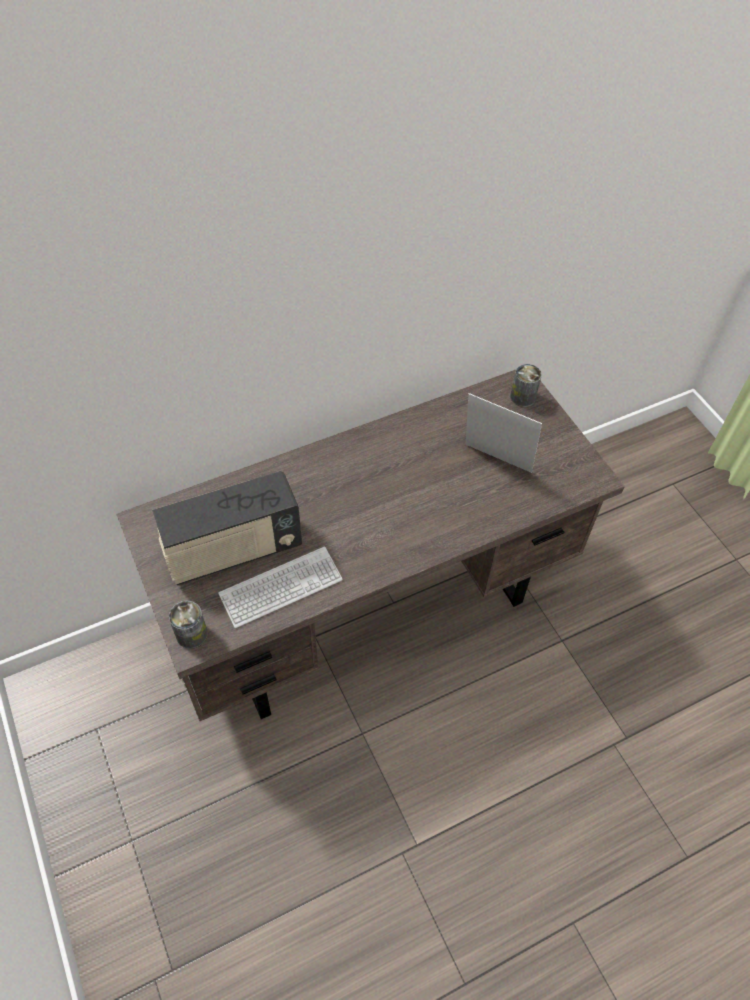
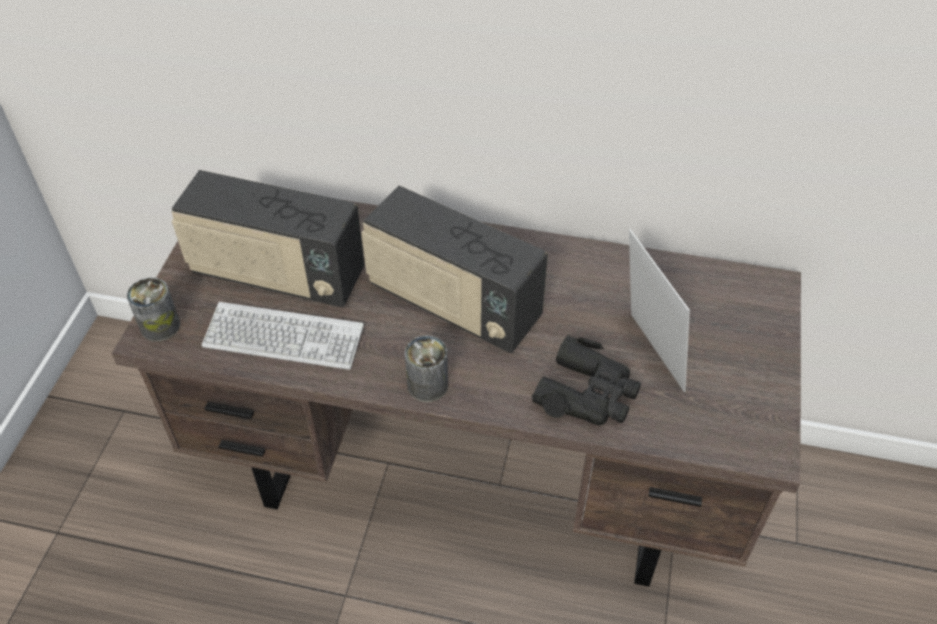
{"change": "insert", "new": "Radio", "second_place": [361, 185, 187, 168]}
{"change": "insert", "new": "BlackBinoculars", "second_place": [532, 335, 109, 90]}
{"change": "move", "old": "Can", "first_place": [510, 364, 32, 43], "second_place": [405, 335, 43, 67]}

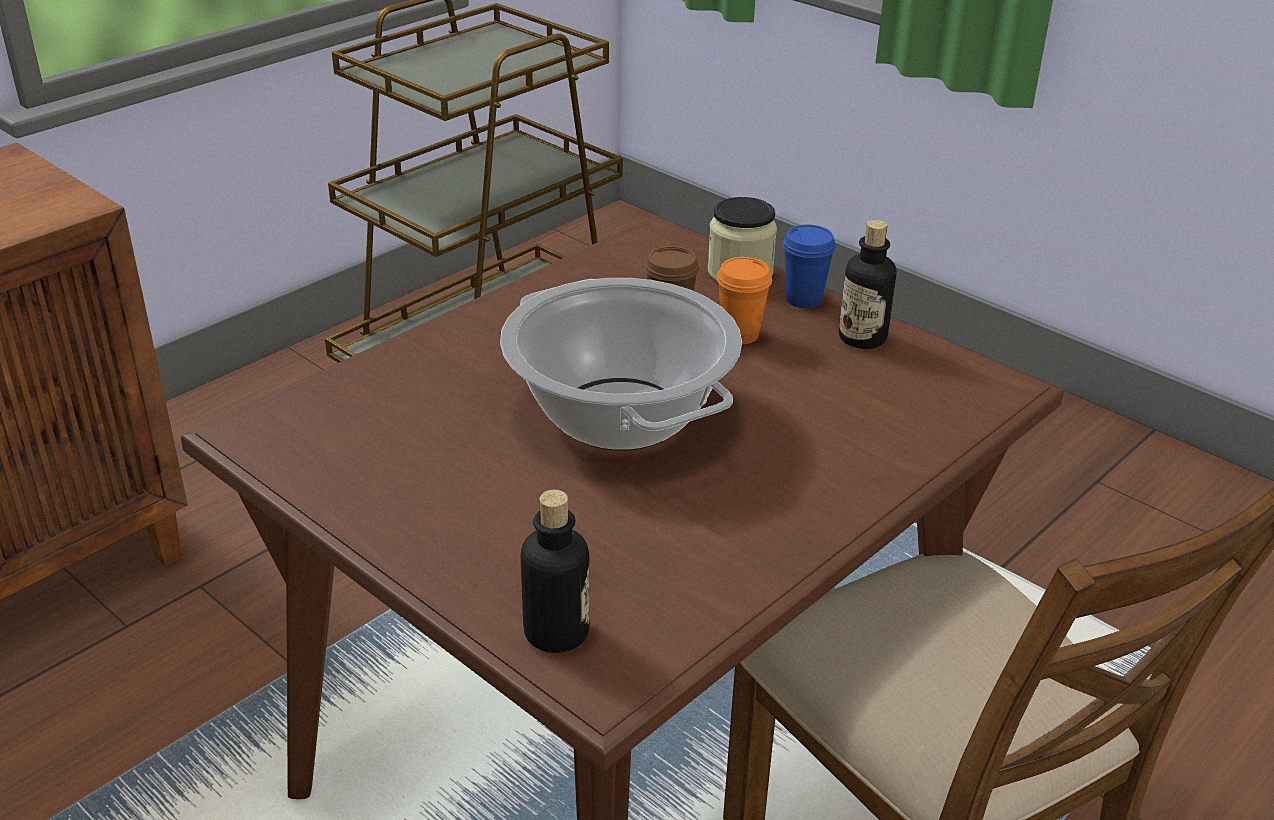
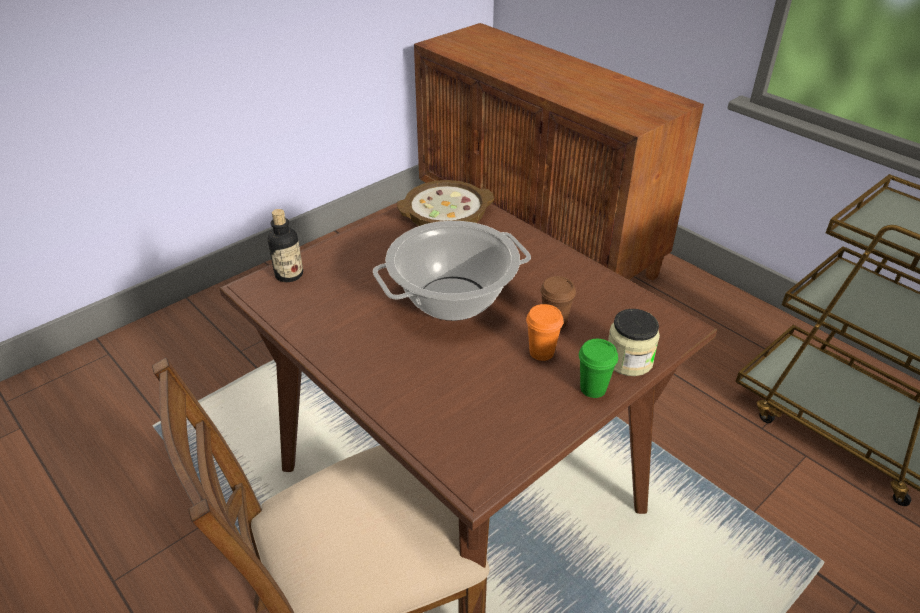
{"change": "delete", "old": "Bottle", "first_place": [839, 220, 57, 129]}
{"change": "insert", "new": "Bowl", "second_place": [397, 180, 97, 46]}
{"change": "recolor", "old": "BlueCup", "new": "GreenCup", "first_place": [783, 225, 53, 83], "second_place": [579, 339, 39, 59]}

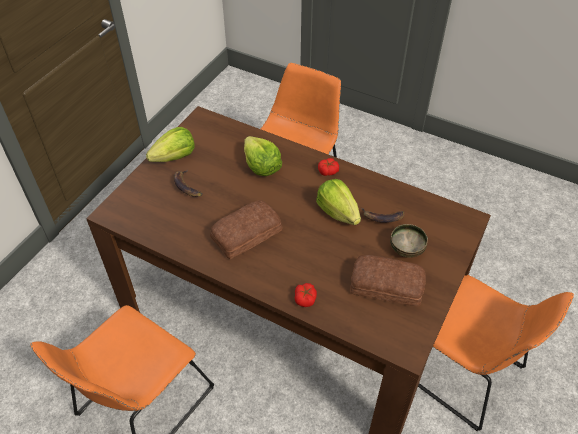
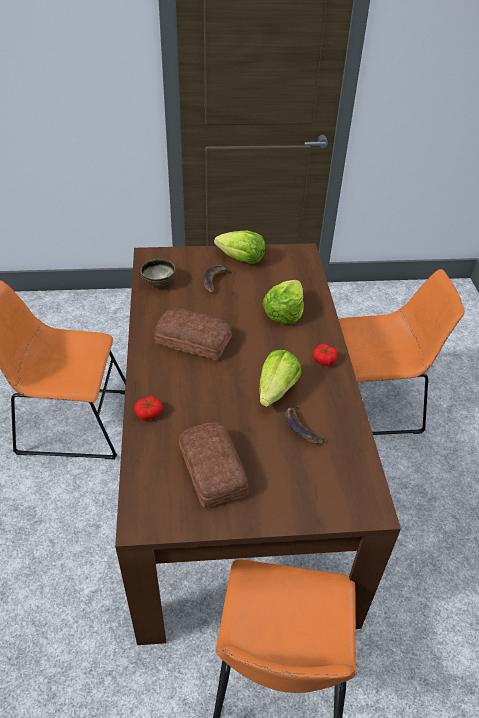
{"change": "move", "old": "Bowl", "first_place": [390, 224, 38, 34], "second_place": [141, 259, 35, 27]}

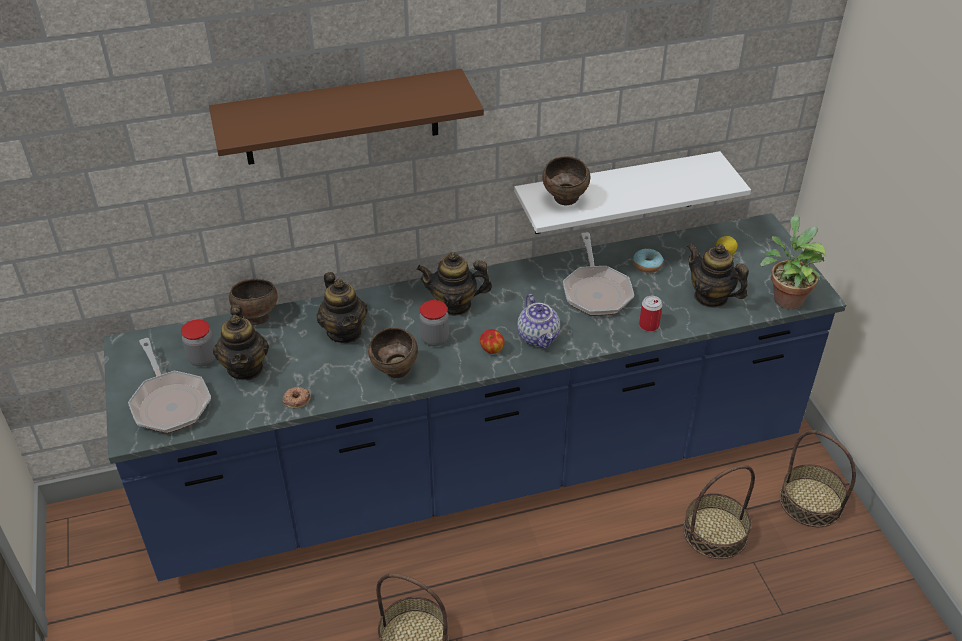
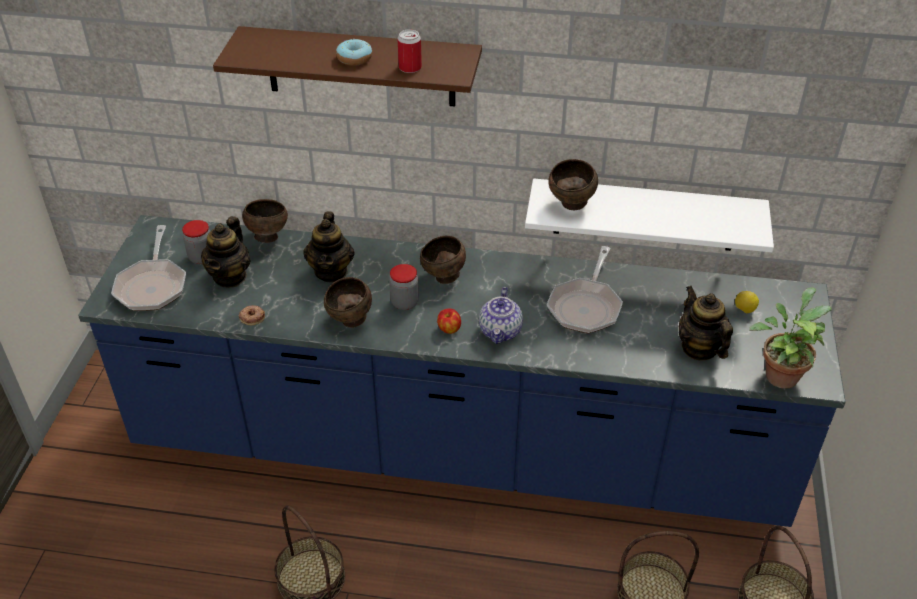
{"change": "move", "old": "Donut", "first_place": [633, 249, 30, 24], "second_place": [336, 38, 36, 28]}
{"change": "move", "old": "Can", "first_place": [639, 296, 23, 36], "second_place": [398, 29, 24, 44]}
{"change": "replace", "old": "Teapot", "new": "BrownBowl", "first_place": [417, 252, 75, 64], "second_place": [420, 236, 46, 48]}

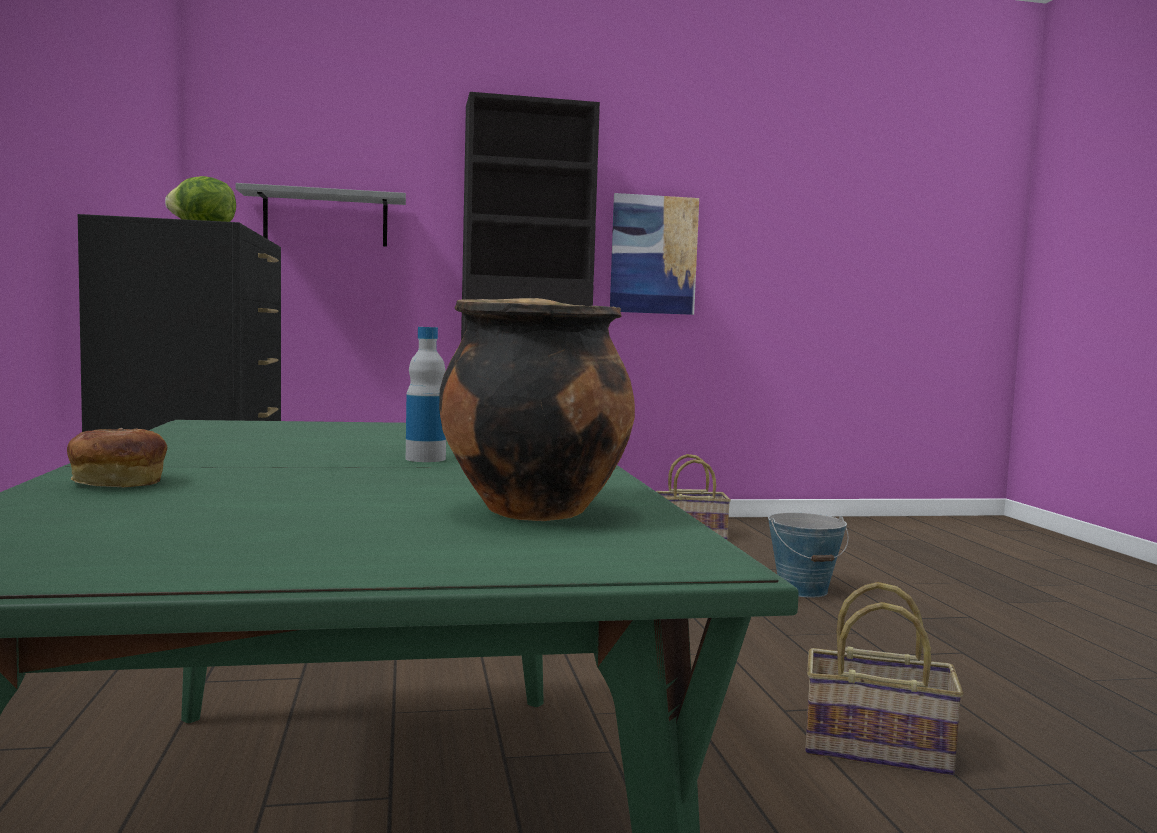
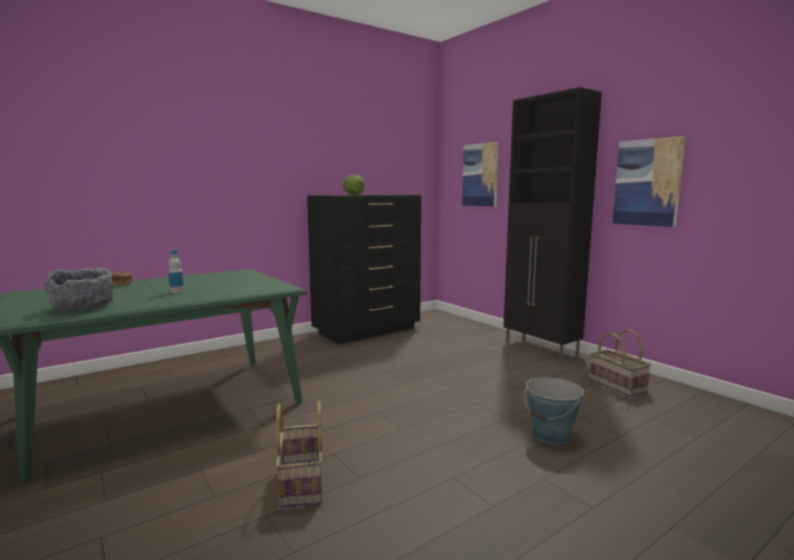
{"change": "replace", "old": "GreyShelf", "new": "Picture", "first_place": [235, 183, 171, 64], "second_place": [462, 142, 37, 65]}
{"change": "replace", "old": "CookingPot", "new": "GreyBowl", "first_place": [439, 298, 196, 223], "second_place": [45, 268, 68, 42]}

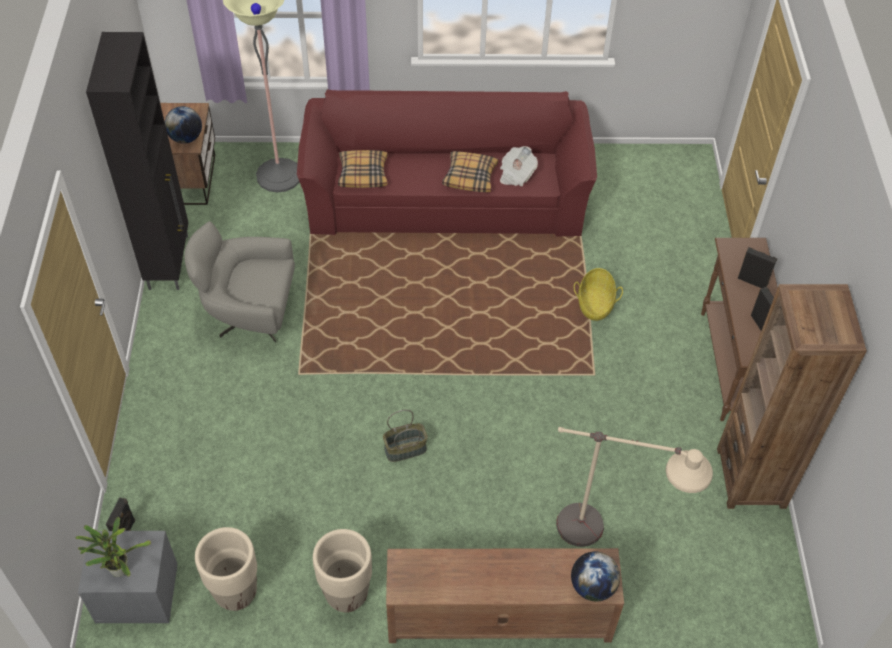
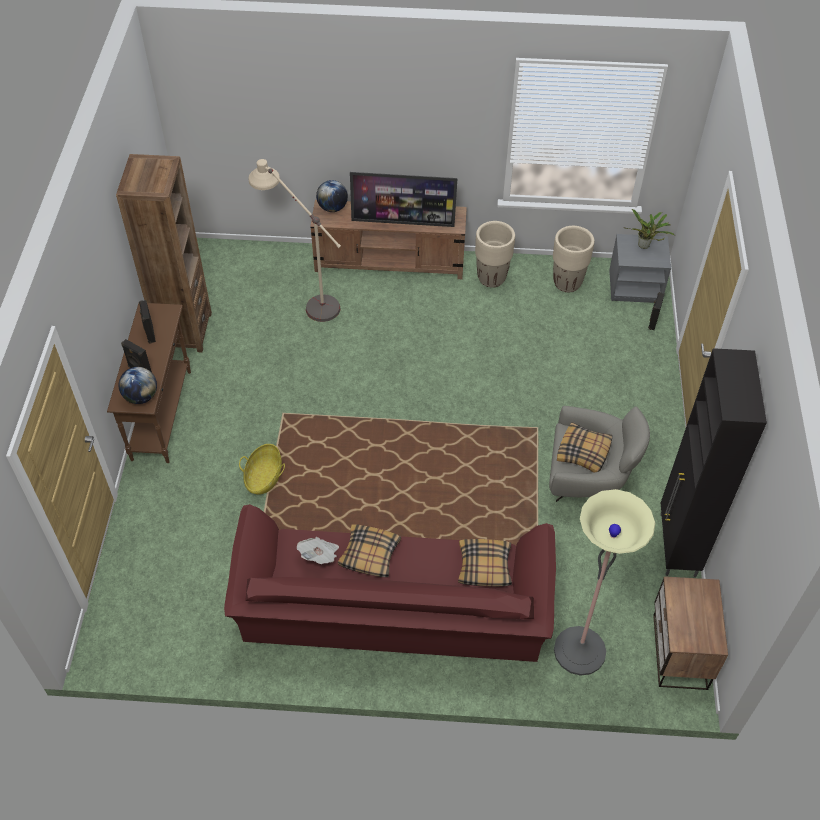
{"change": "delete", "old": "Basket", "first_place": [383, 410, 45, 52]}
{"change": "insert", "new": "Television", "second_place": [350, 172, 108, 55]}
{"change": "insert", "new": "Pillow", "second_place": [557, 422, 55, 51]}
{"change": "move", "old": "Globe", "first_place": [165, 106, 37, 38], "second_place": [119, 367, 38, 37]}

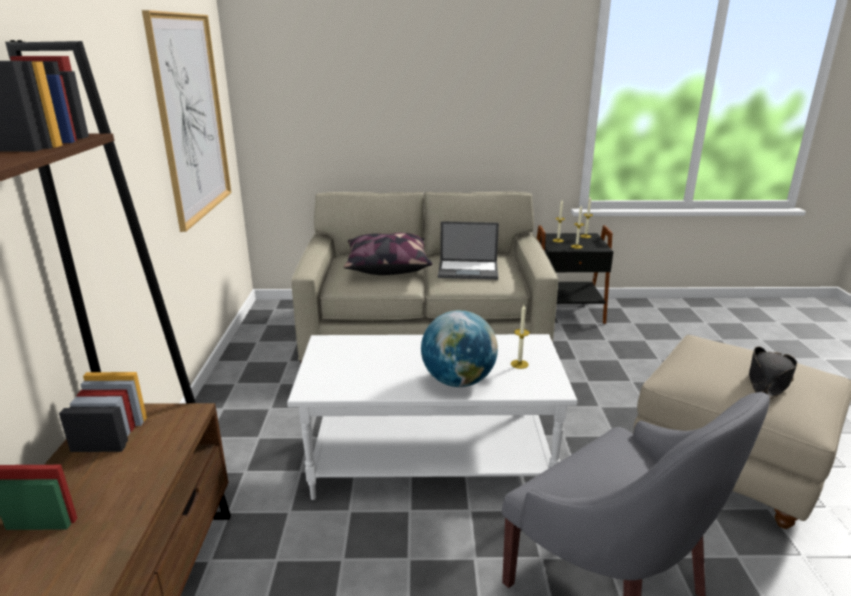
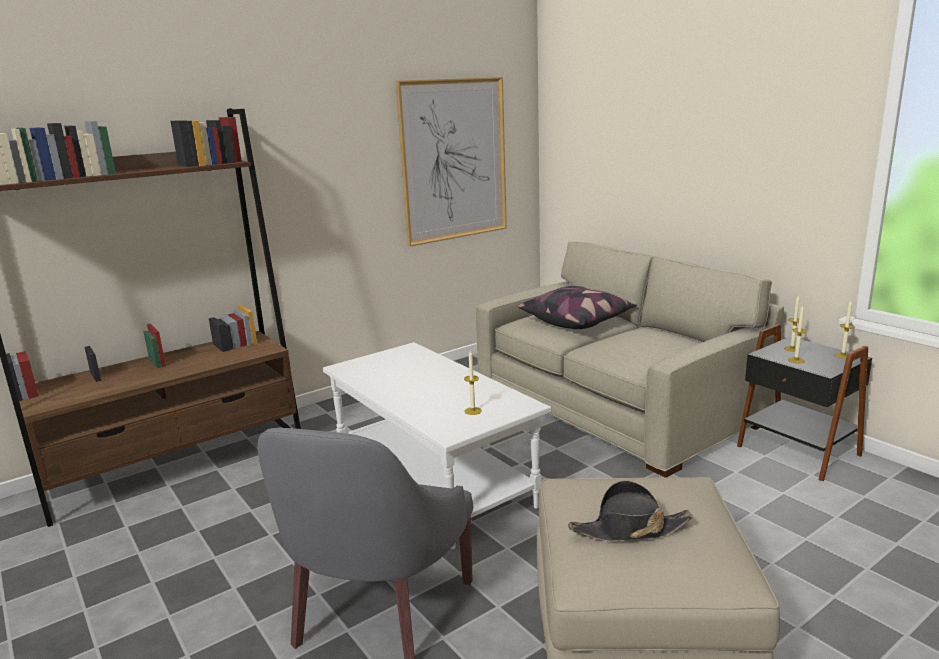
{"change": "delete", "old": "Globe", "first_place": [421, 310, 77, 77]}
{"change": "delete", "old": "Laptop", "first_place": [438, 221, 61, 59]}

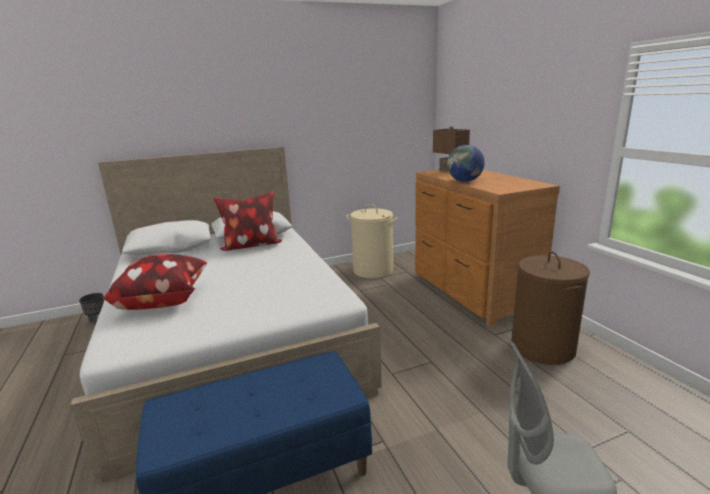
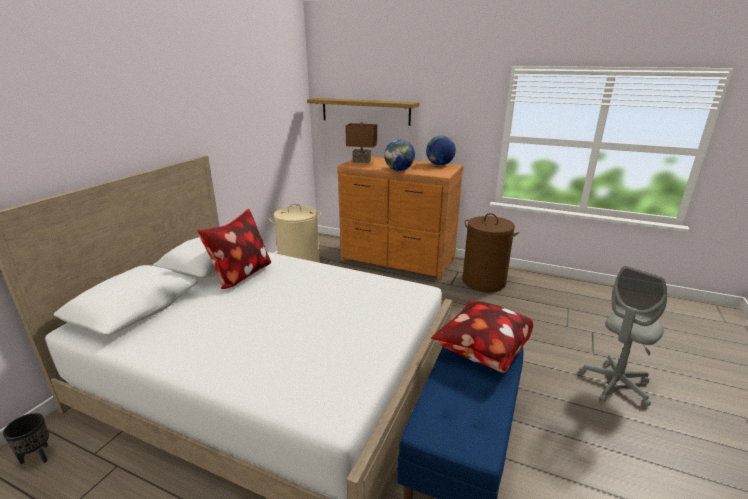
{"change": "insert", "new": "Shelf", "second_place": [307, 98, 112, 28]}
{"change": "insert", "new": "Globe", "second_place": [426, 136, 30, 29]}
{"change": "move", "old": "Pillow", "first_place": [102, 254, 105, 56], "second_place": [431, 301, 102, 72]}

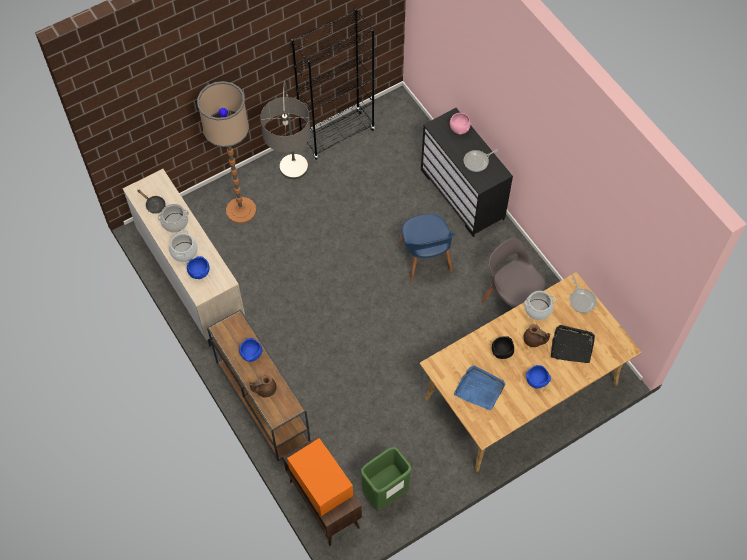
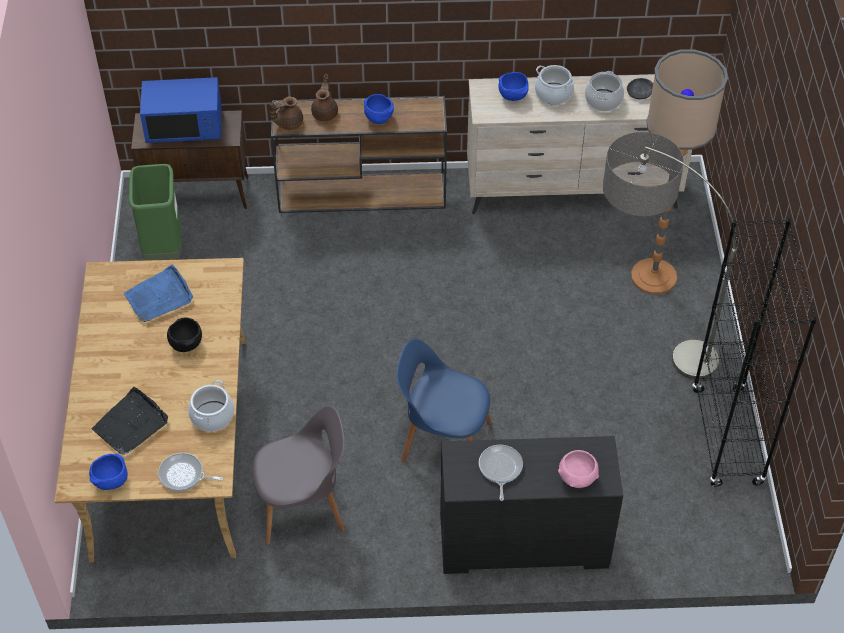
{"change": "move", "old": "BrownTeapot", "first_place": [523, 324, 27, 23], "second_place": [269, 96, 34, 34]}
{"change": "move", "old": "BlueBowl", "first_place": [526, 365, 25, 24], "second_place": [89, 454, 39, 36]}
{"change": "recolor", "old": "OrangeMicrowave", "new": "BlueMicrowave", "first_place": [287, 438, 66, 79], "second_place": [140, 77, 82, 66]}

